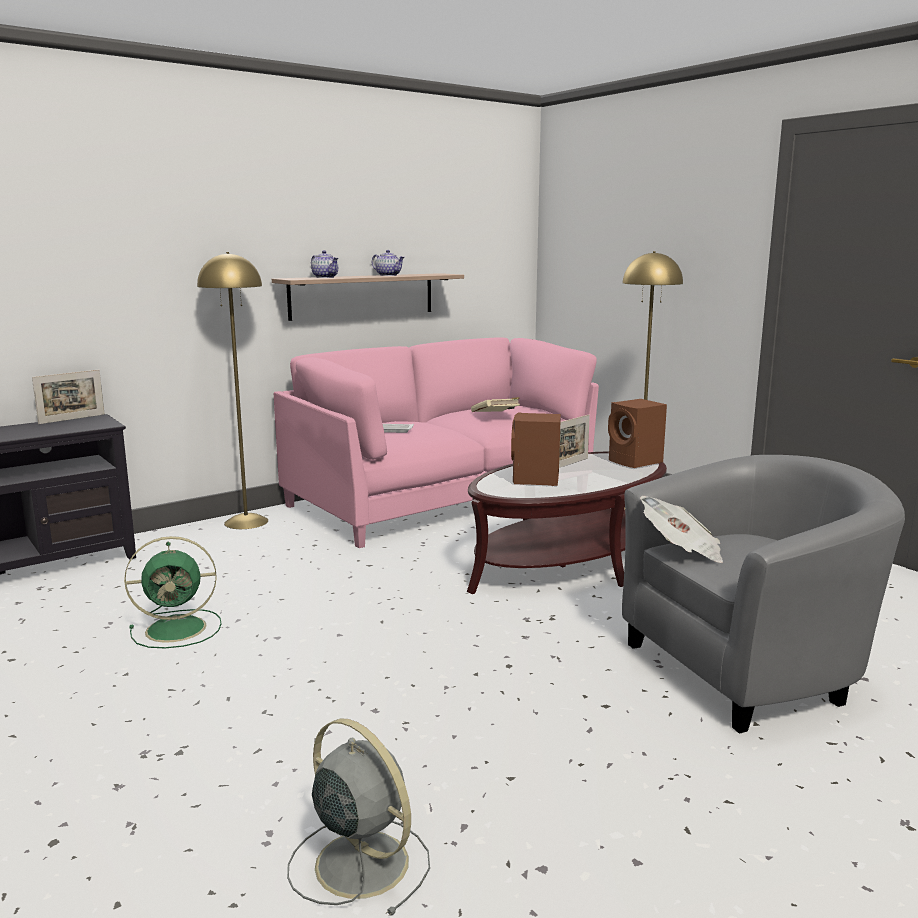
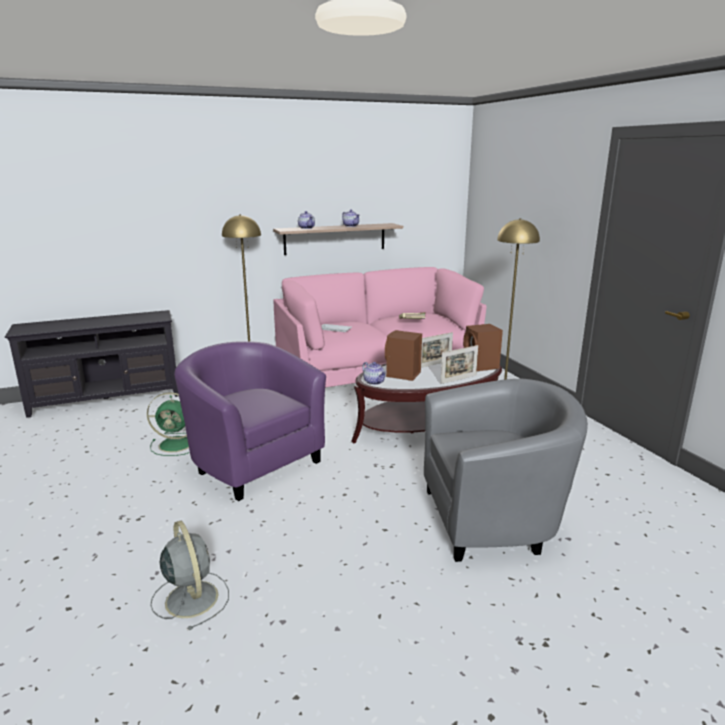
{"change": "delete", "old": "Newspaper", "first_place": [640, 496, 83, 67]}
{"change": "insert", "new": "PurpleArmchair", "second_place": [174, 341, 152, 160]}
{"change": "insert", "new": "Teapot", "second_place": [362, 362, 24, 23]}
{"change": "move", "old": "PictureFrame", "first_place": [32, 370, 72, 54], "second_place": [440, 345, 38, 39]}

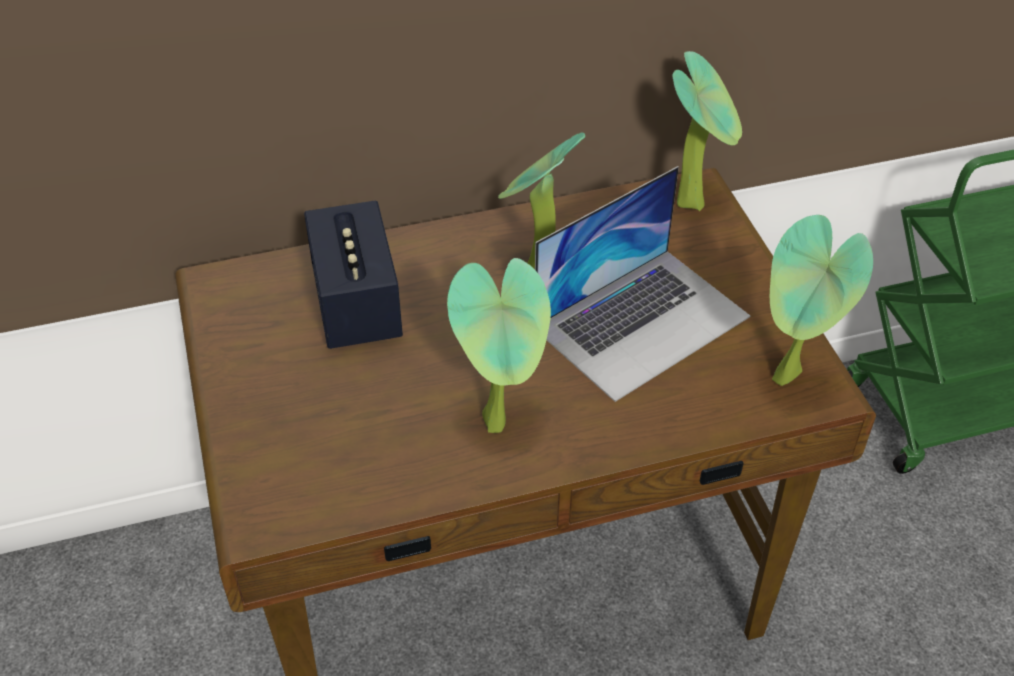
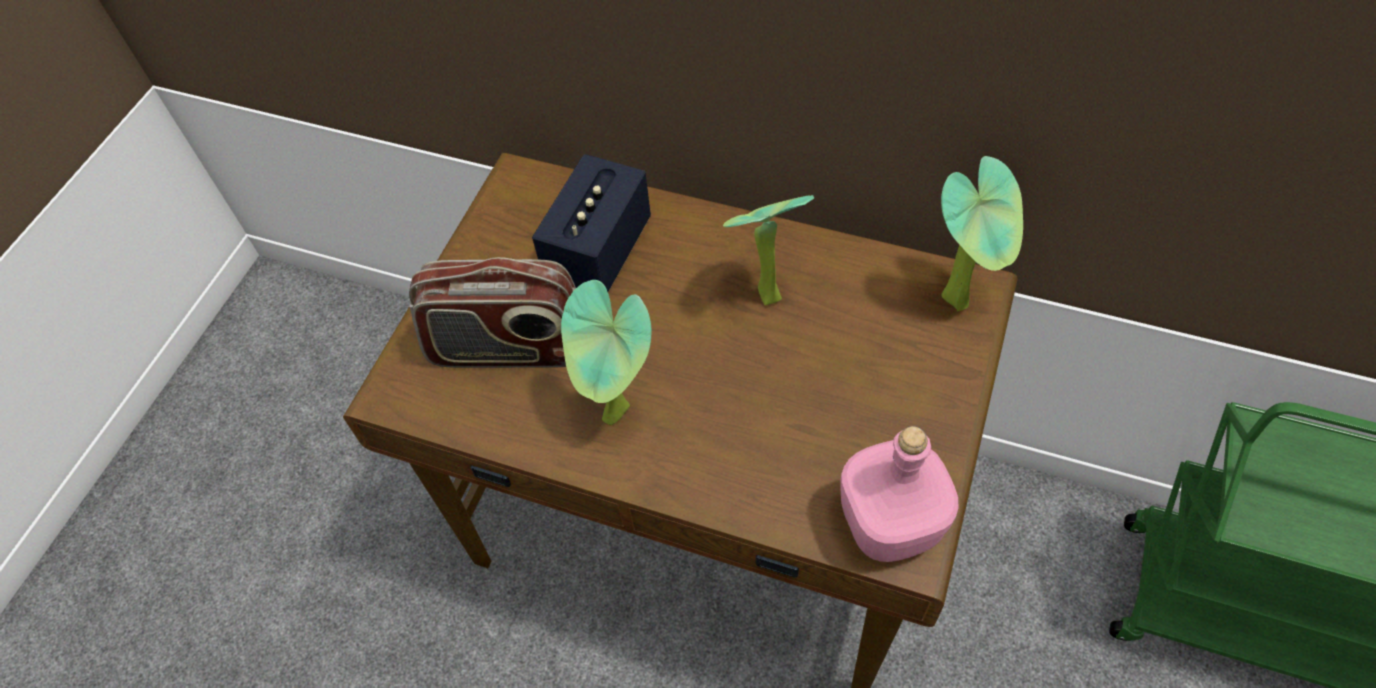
{"change": "delete", "old": "Laptop", "first_place": [535, 166, 215, 236]}
{"change": "insert", "new": "Radio", "second_place": [409, 257, 167, 111]}
{"change": "replace", "old": "PottedPlant", "new": "PinkBottle", "first_place": [770, 215, 103, 171], "second_place": [840, 426, 119, 136]}

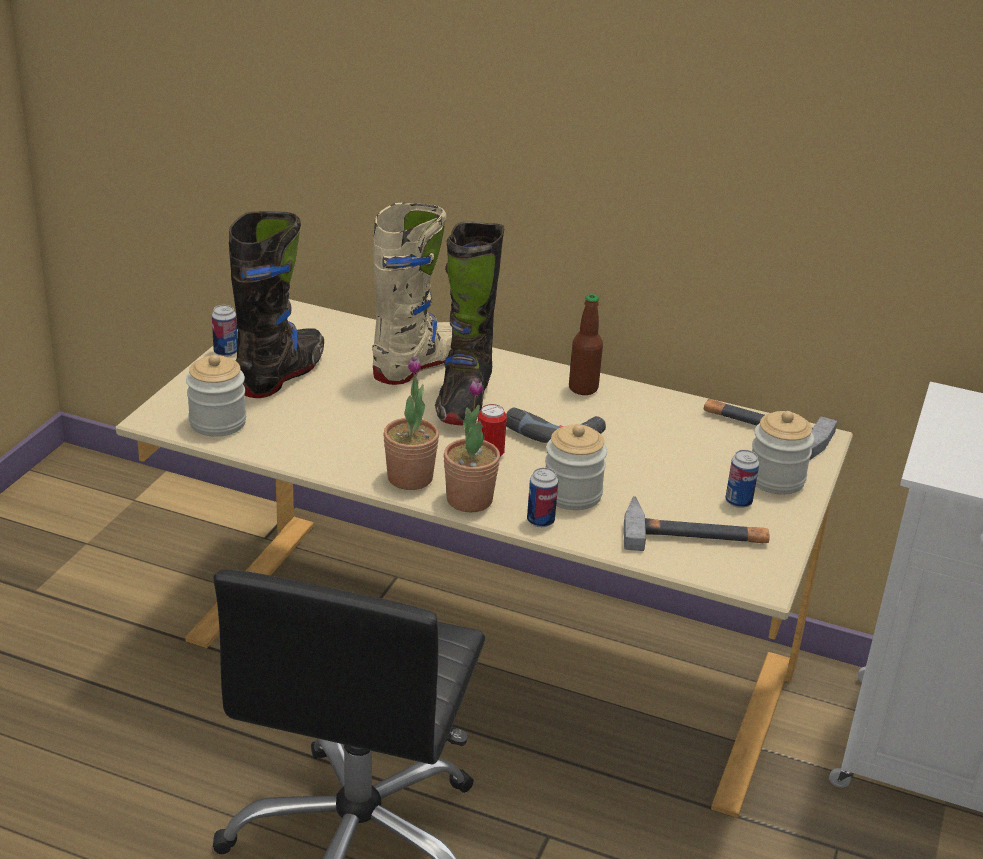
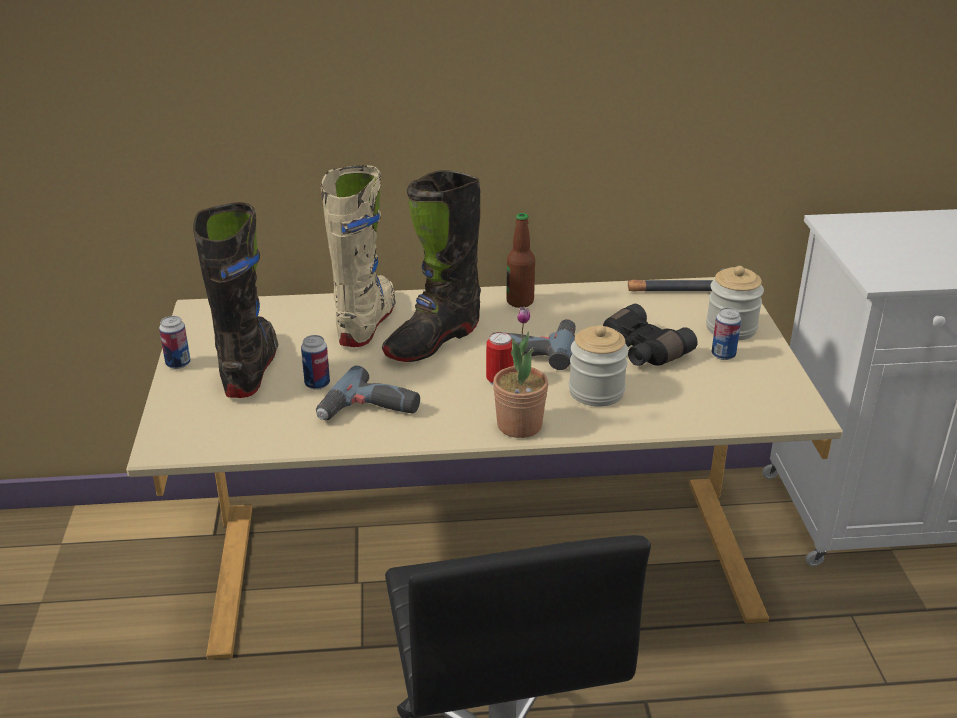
{"change": "delete", "old": "Jar", "first_place": [186, 354, 60, 83]}
{"change": "delete", "old": "PottedPlant", "first_place": [383, 356, 56, 134]}
{"change": "delete", "old": "Hammer", "first_place": [624, 496, 146, 55]}
{"change": "insert", "new": "PowerDrill", "second_place": [316, 366, 104, 54]}
{"change": "insert", "new": "BlackBinoculars", "second_place": [603, 304, 95, 62]}
{"change": "move", "old": "Can", "first_place": [527, 467, 31, 60], "second_place": [301, 335, 29, 55]}
{"change": "rotate", "old": "BlackBoot", "first_place": [435, 222, 69, 203], "second_place": [382, 170, 99, 192], "degrees": 60}

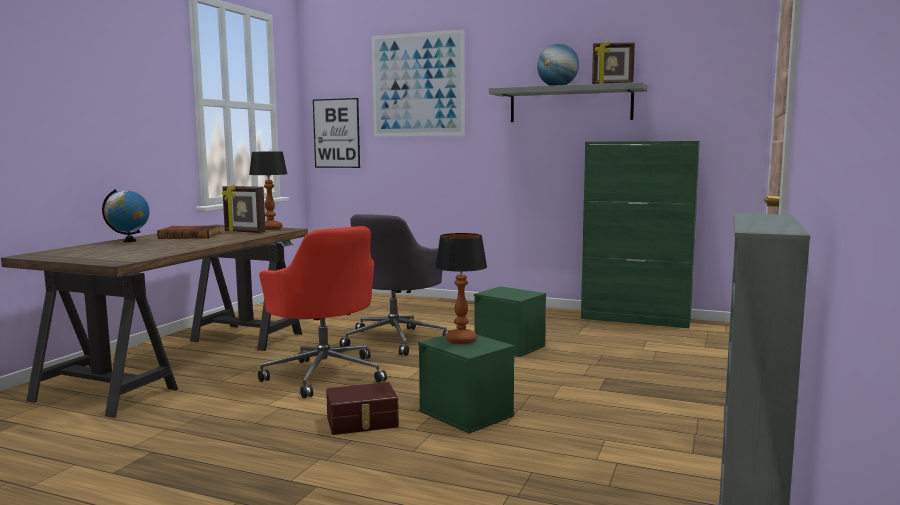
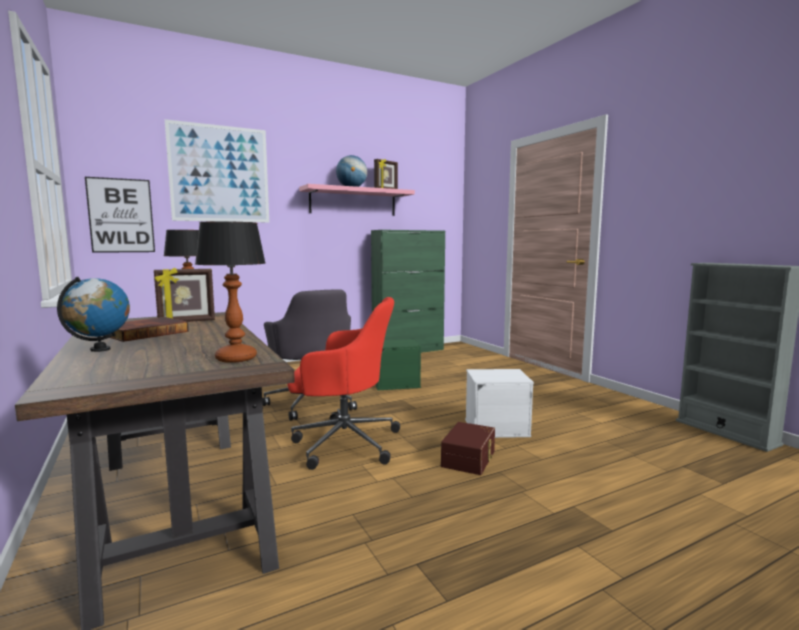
{"change": "move", "old": "TableLamp", "first_place": [435, 233, 52, 111], "second_place": [195, 221, 71, 142]}
{"change": "recolor", "old": "GreenStorageBox", "new": "WhiteStorageBox", "first_place": [418, 335, 97, 99], "second_place": [465, 369, 69, 69]}
{"change": "recolor", "old": "GreyShelf", "new": "PinkShelf", "first_place": [489, 82, 158, 40], "second_place": [299, 184, 116, 32]}

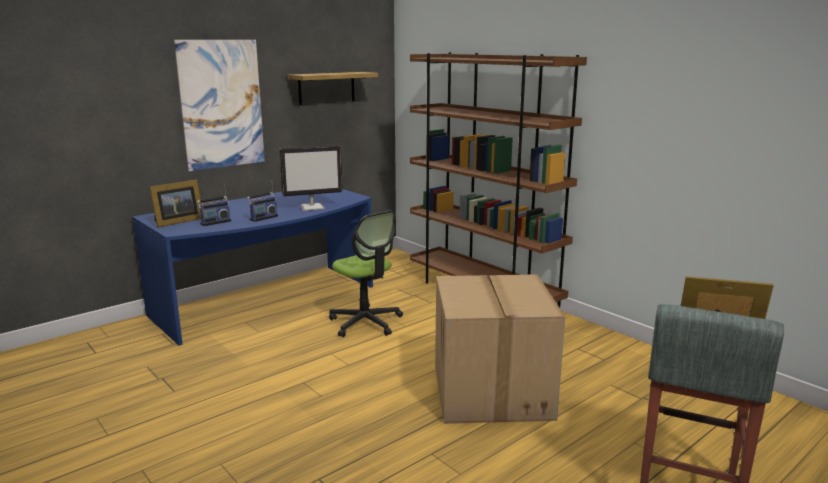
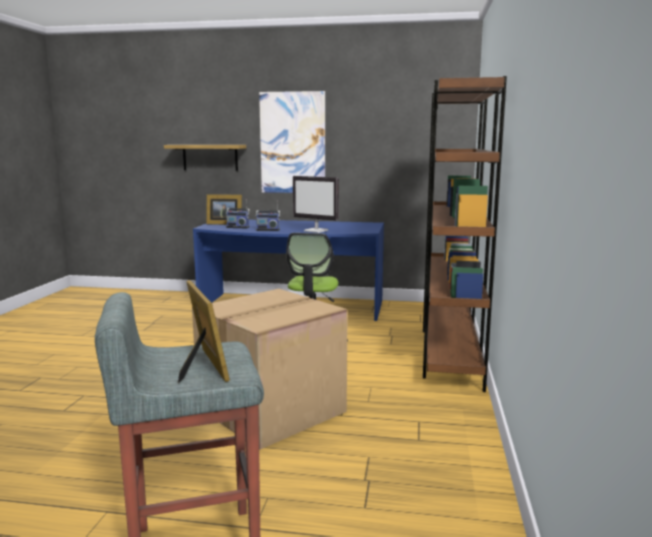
{"change": "move", "old": "Shelf", "first_place": [288, 72, 90, 33], "second_place": [164, 145, 82, 26]}

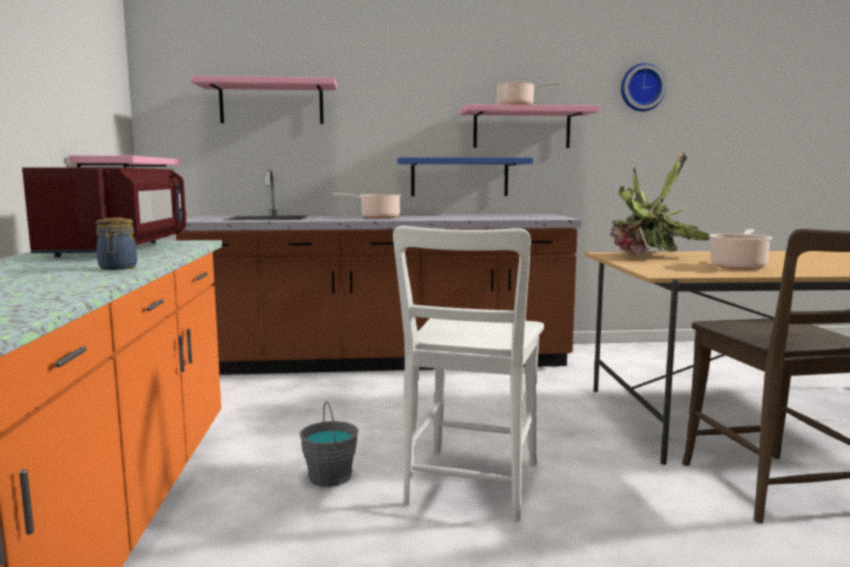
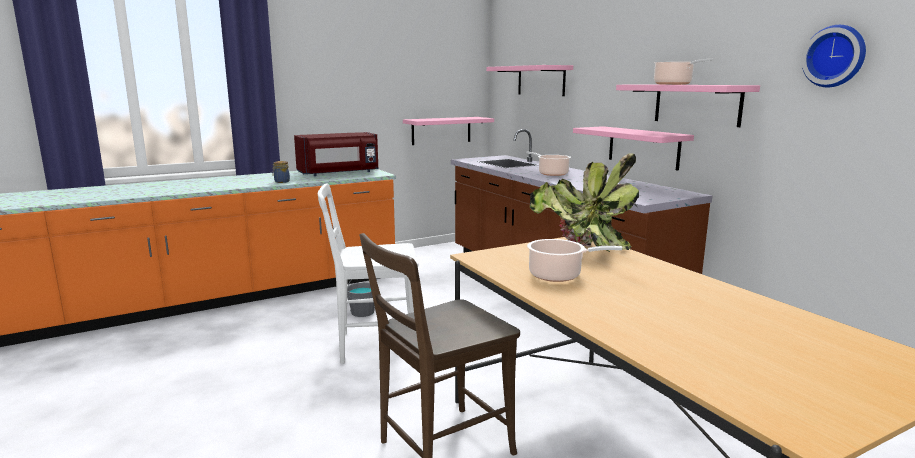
{"change": "recolor", "old": "BlueShelf", "new": "PinkShelf", "first_place": [397, 157, 136, 39], "second_place": [573, 126, 121, 45]}

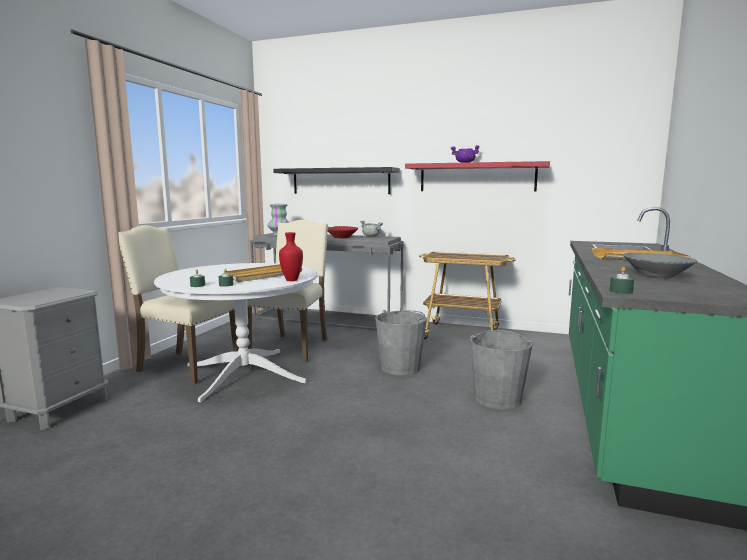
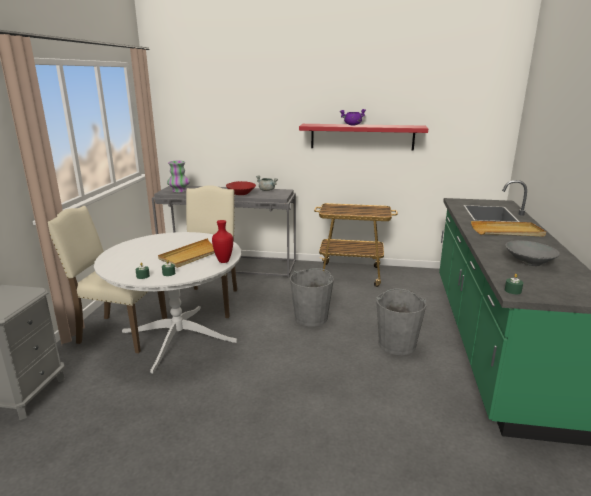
{"change": "delete", "old": "BlackShelf", "first_place": [273, 167, 127, 27]}

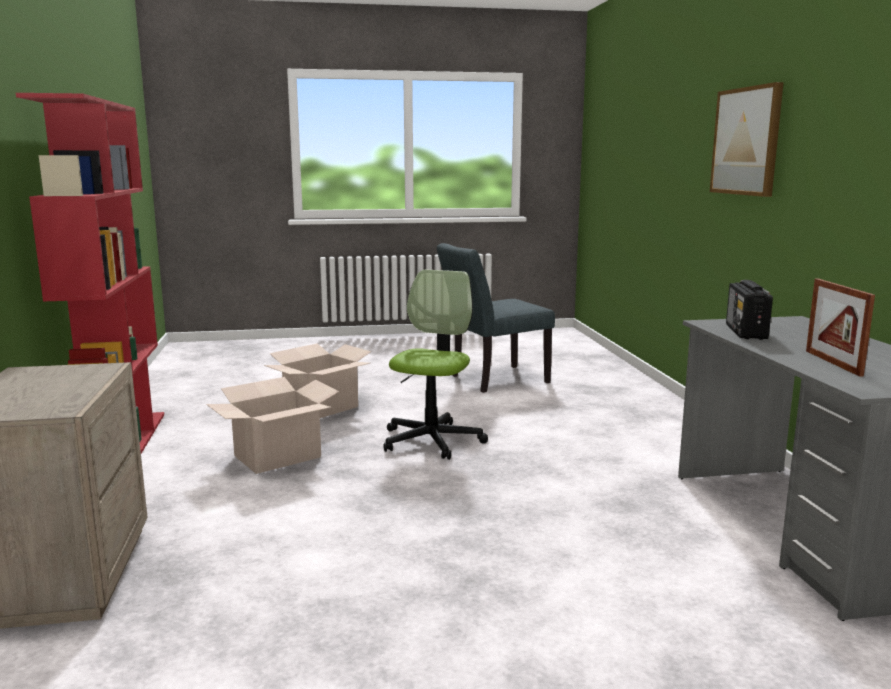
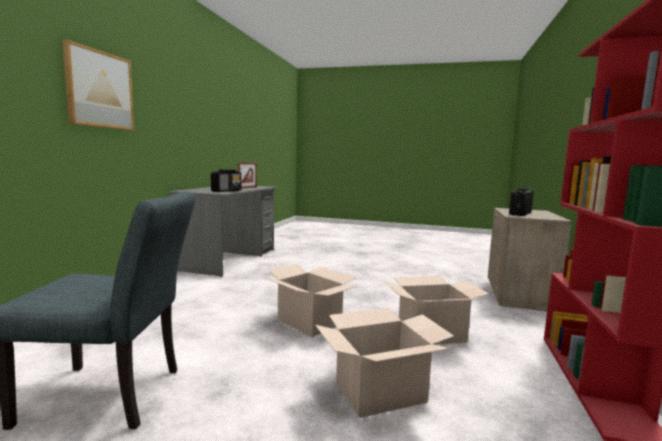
{"change": "insert", "new": "Radio", "second_place": [509, 188, 25, 28]}
{"change": "replace", "old": "OfficeChair", "new": "CardboardBox", "first_place": [383, 269, 105, 191], "second_place": [263, 264, 94, 73]}

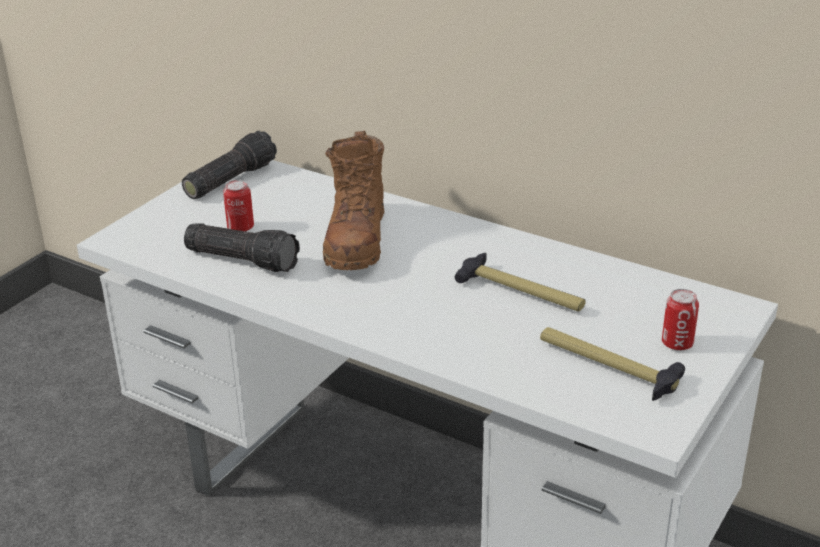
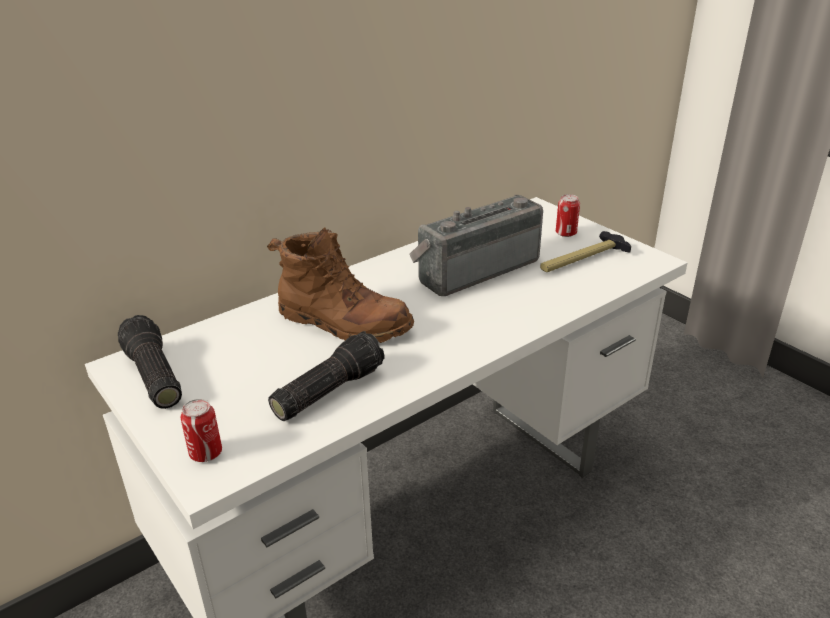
{"change": "move", "old": "Can", "first_place": [223, 180, 31, 52], "second_place": [181, 399, 41, 63]}
{"change": "replace", "old": "Hammer", "new": "Radio", "first_place": [455, 253, 131, 58], "second_place": [409, 195, 134, 101]}

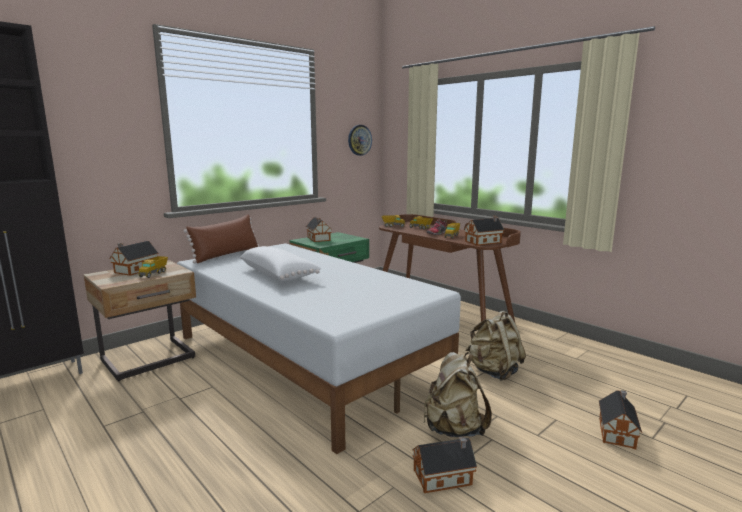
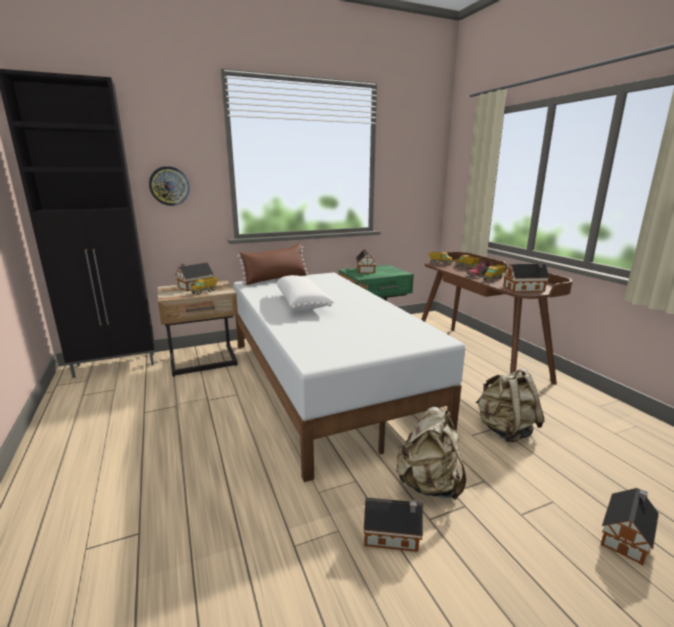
{"change": "move", "old": "WallClock", "first_place": [348, 125, 24, 31], "second_place": [149, 166, 41, 40]}

